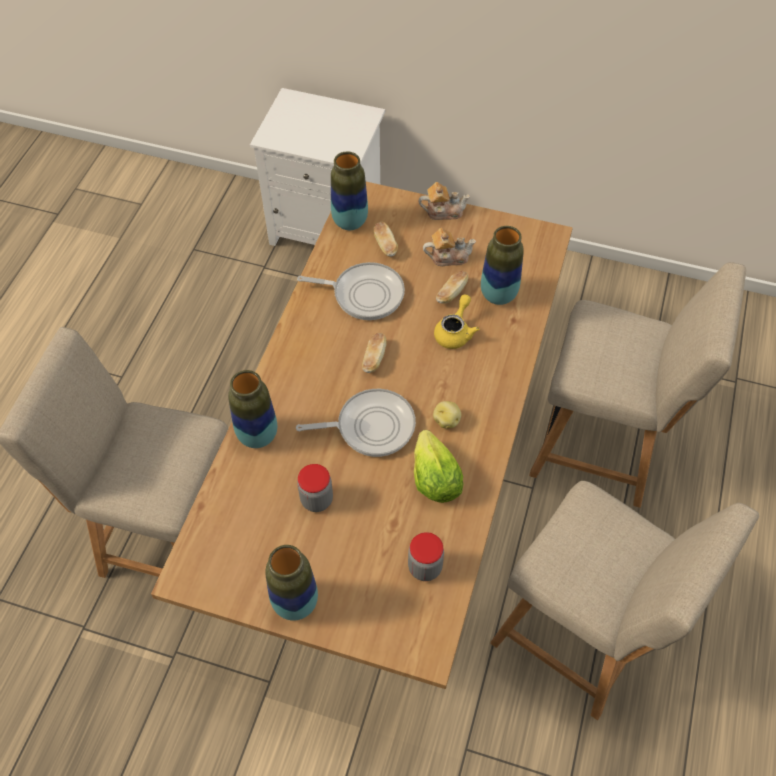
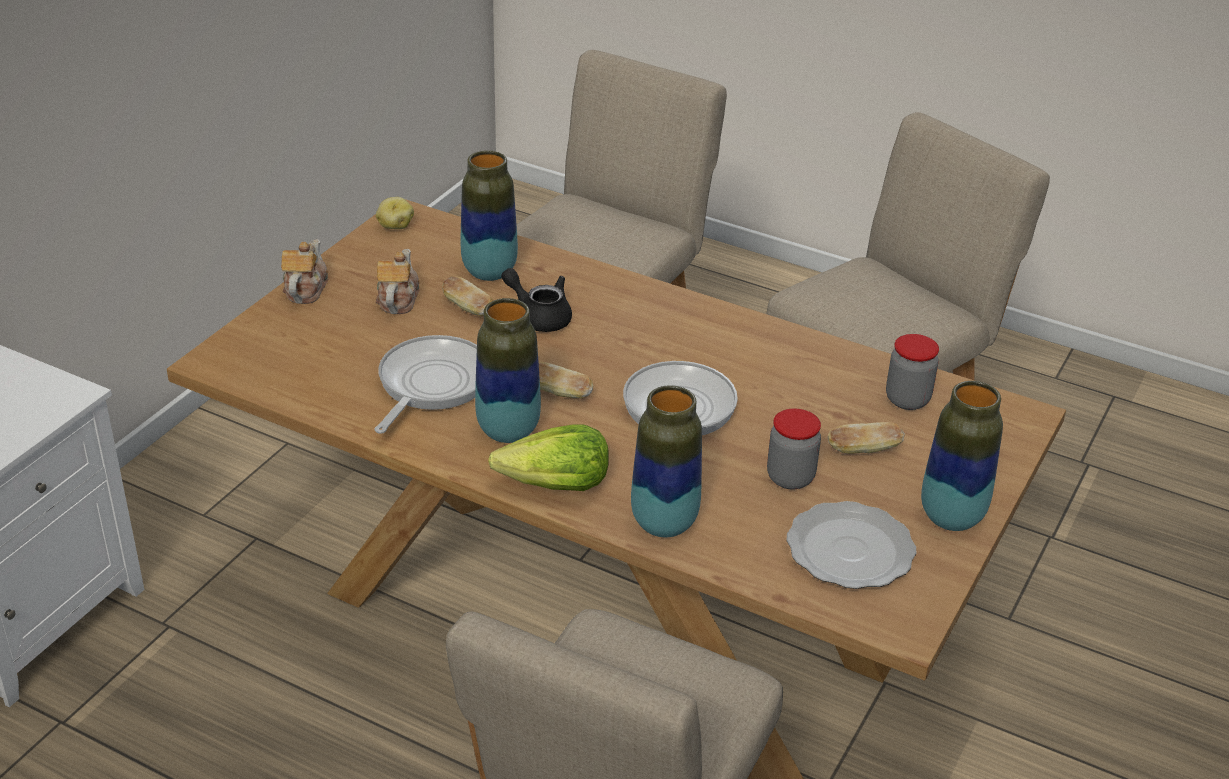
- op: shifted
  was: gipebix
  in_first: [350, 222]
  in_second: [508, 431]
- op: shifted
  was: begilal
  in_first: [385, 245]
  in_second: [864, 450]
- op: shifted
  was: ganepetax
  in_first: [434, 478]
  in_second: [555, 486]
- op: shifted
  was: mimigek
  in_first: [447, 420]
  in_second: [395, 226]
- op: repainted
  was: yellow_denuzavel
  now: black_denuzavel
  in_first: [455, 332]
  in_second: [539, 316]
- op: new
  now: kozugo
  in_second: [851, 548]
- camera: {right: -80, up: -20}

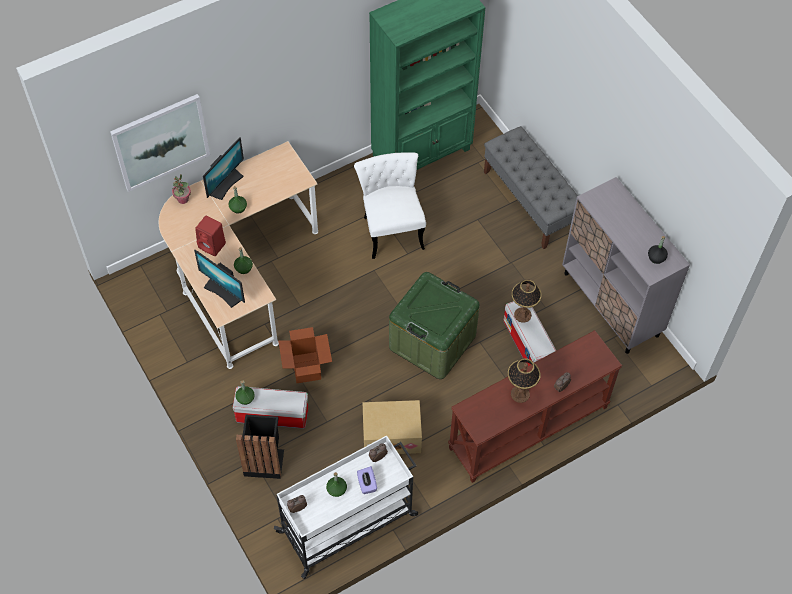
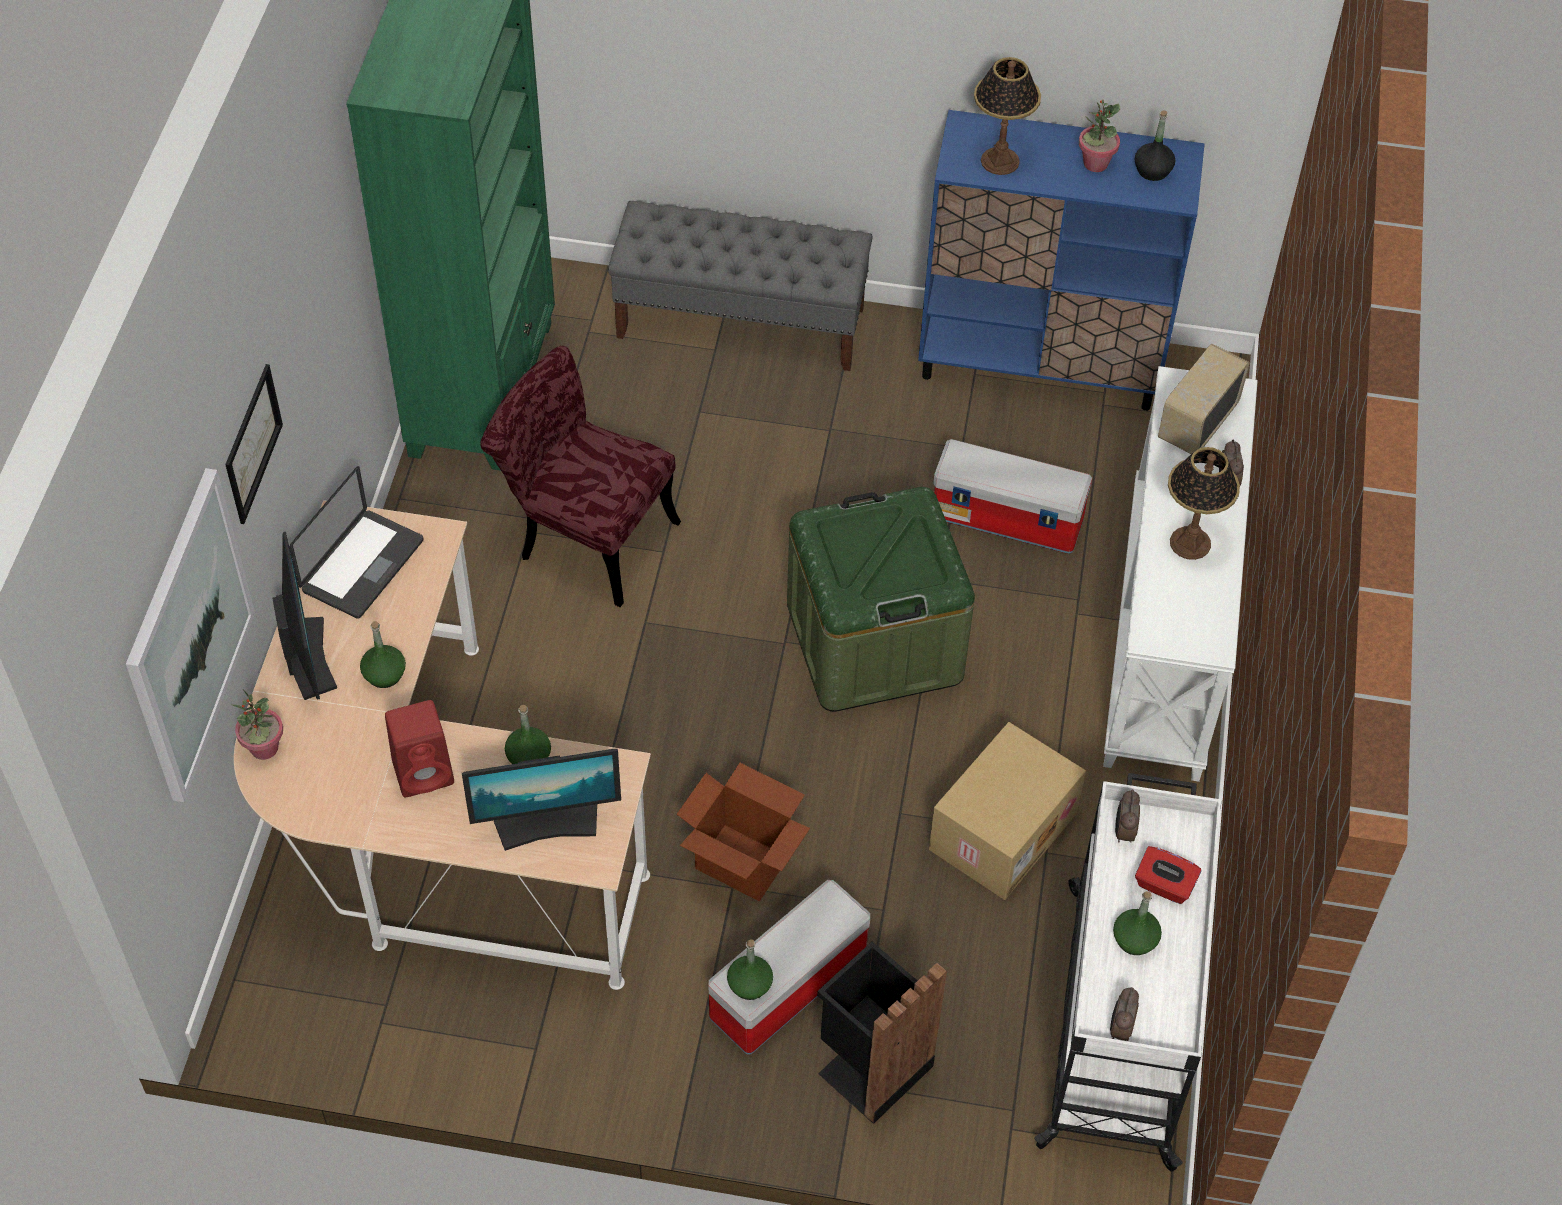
- op: repainted
  was: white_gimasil
  now: red_gimasil
  in_first: [391, 227]
  in_second: [584, 535]
- op: repainted
  was: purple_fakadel
  now: red_fakadel
  in_first: [367, 484]
  in_second: [1164, 885]
- op: repainted
  was: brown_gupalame
  now: white_gupalame
  in_first: [528, 429]
  in_second: [1167, 632]
- op: shifted
  was: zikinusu
  in_first: [522, 314]
  in_second: [999, 161]
- op: repainted
  was: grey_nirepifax
  now: blue_nirepifax
  in_first: [611, 304]
  in_second: [1041, 364]
- op: new
  now: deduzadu
  in_second: [253, 443]
- op: new
  now: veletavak
  in_second: [362, 565]
- op: new
  now: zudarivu
  in_second: [1095, 163]
- op: new
  now: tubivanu
  in_second: [1196, 422]
- camera: {right: -50, up: -5}

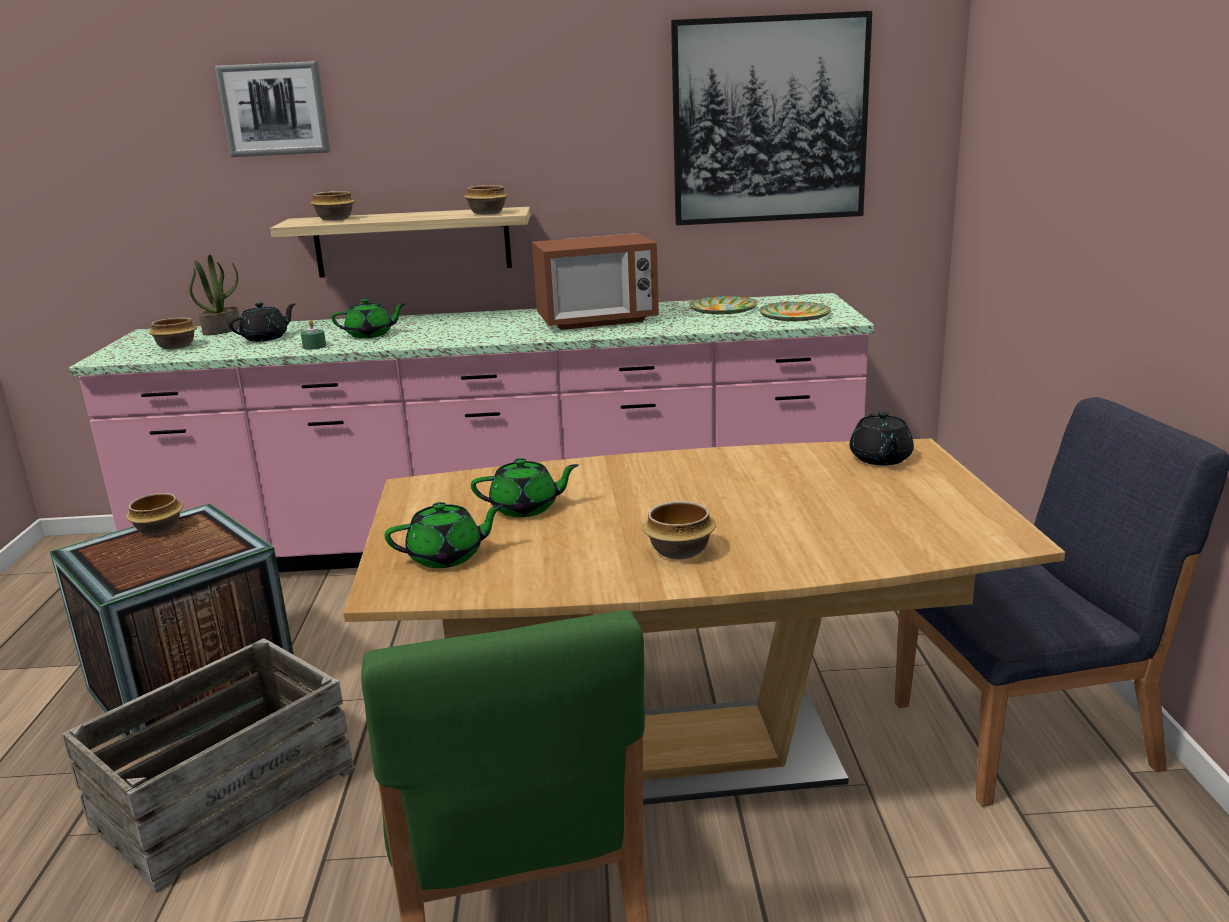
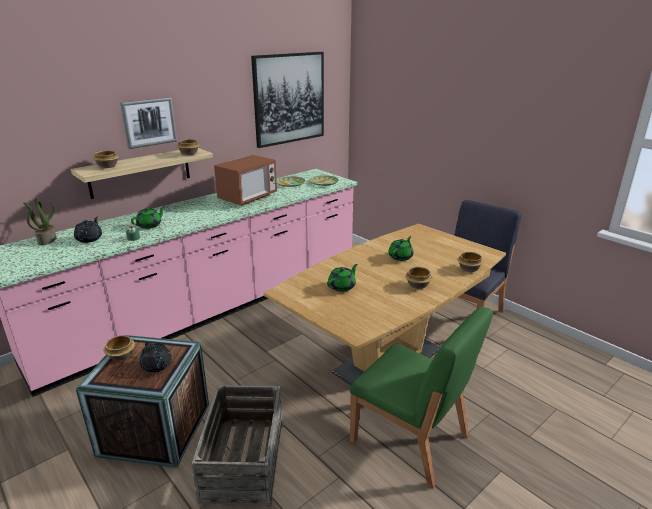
- op: shifted
  was: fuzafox
  in_first: [175, 347]
  in_second: [469, 269]
- op: shifted
  was: deduzadu
  in_first: [274, 109]
  in_second: [149, 122]
- op: shifted
  was: green_denuzavel
  in_first: [447, 557]
  in_second: [401, 257]
- op: shifted
  was: black_denuzavel
  in_first: [880, 459]
  in_second: [157, 366]
- camera: {right: -40, up: 5}

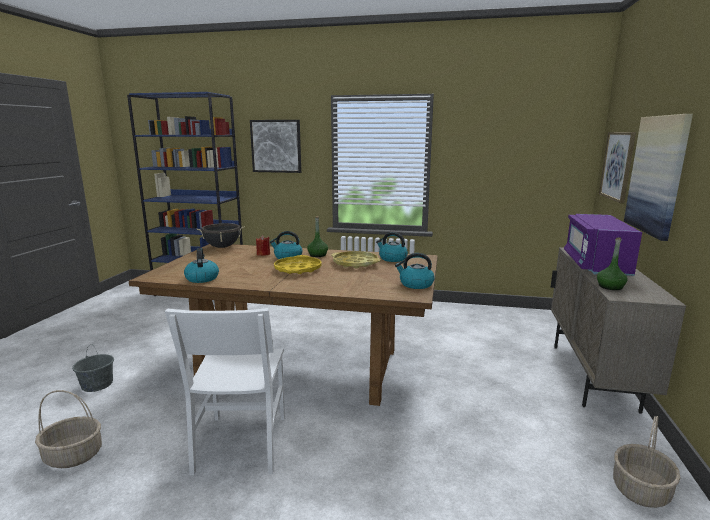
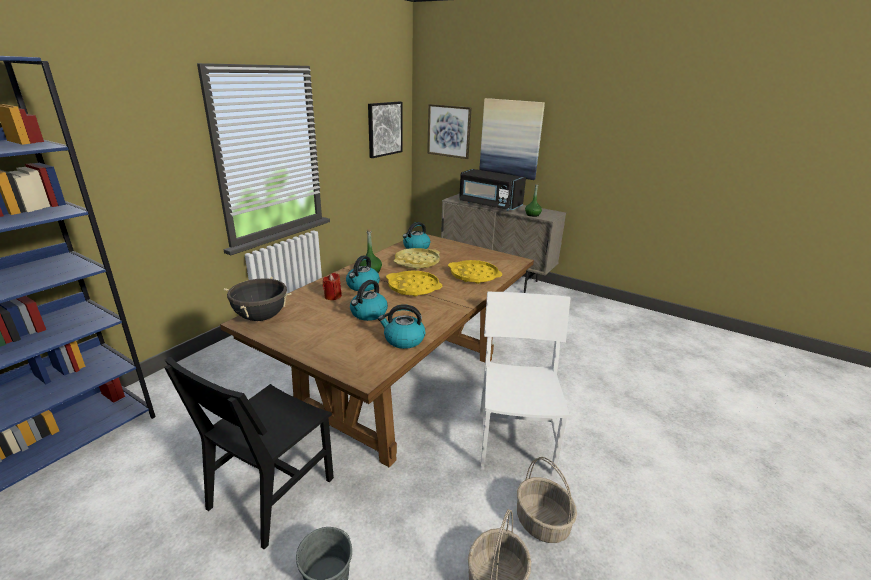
- op: rotated
  was: white_gimasil
  in_first: [241, 443]
  in_second: [514, 441]
  clockwise: -105
- op: shifted
  was: deduzadu
  in_first: [276, 146]
  in_second: [384, 129]
- op: shifted
  was: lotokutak
  in_first: [415, 284]
  in_second: [368, 314]
- op: repainted
  was: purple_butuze
  now: black_butuze
  in_first: [595, 264]
  in_second: [489, 205]
- op: shifted
  was: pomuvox
  in_first: [641, 491]
  in_second: [543, 522]
- op: new
  now: black_gimasil
  in_second: [271, 493]
- op: new
  now: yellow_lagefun
  in_second: [474, 276]
- camera: {right: -70, up: 10}

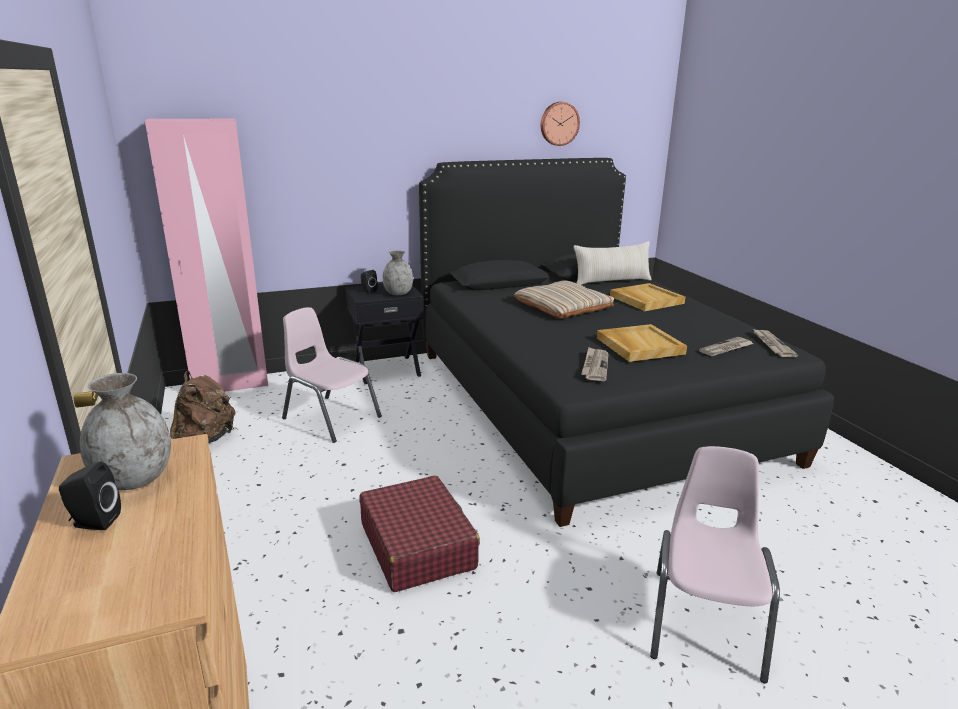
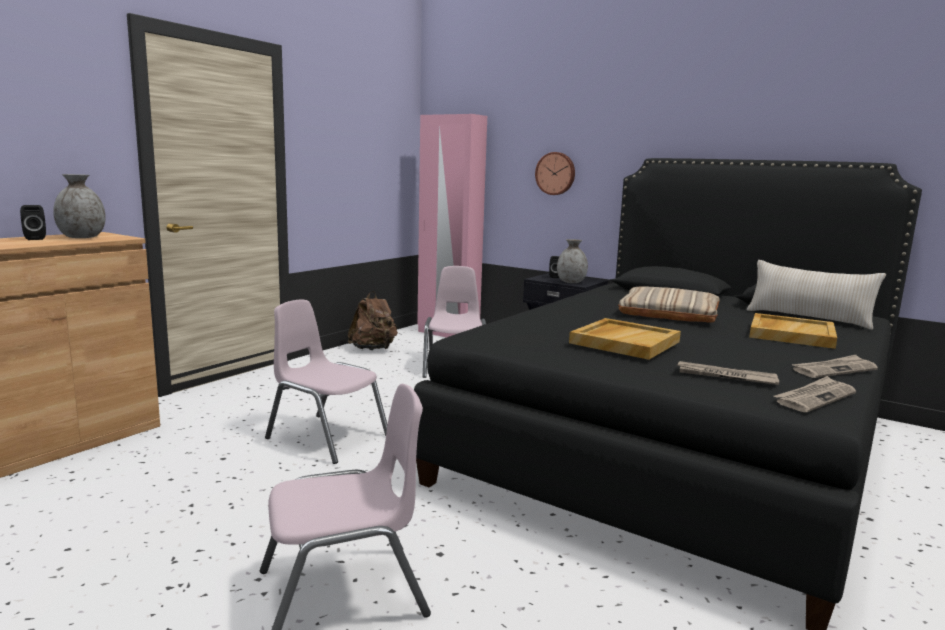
- op: swapped
  was: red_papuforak
  now: pink_gimasil
  in_first: [417, 545]
  in_second: [327, 437]
- op: shifted
  was: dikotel
  in_first: [559, 123]
  in_second: [556, 173]
- op: shifted
  was: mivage
  in_first: [595, 366]
  in_second: [834, 369]
- camera: {right: 55, up: -10}

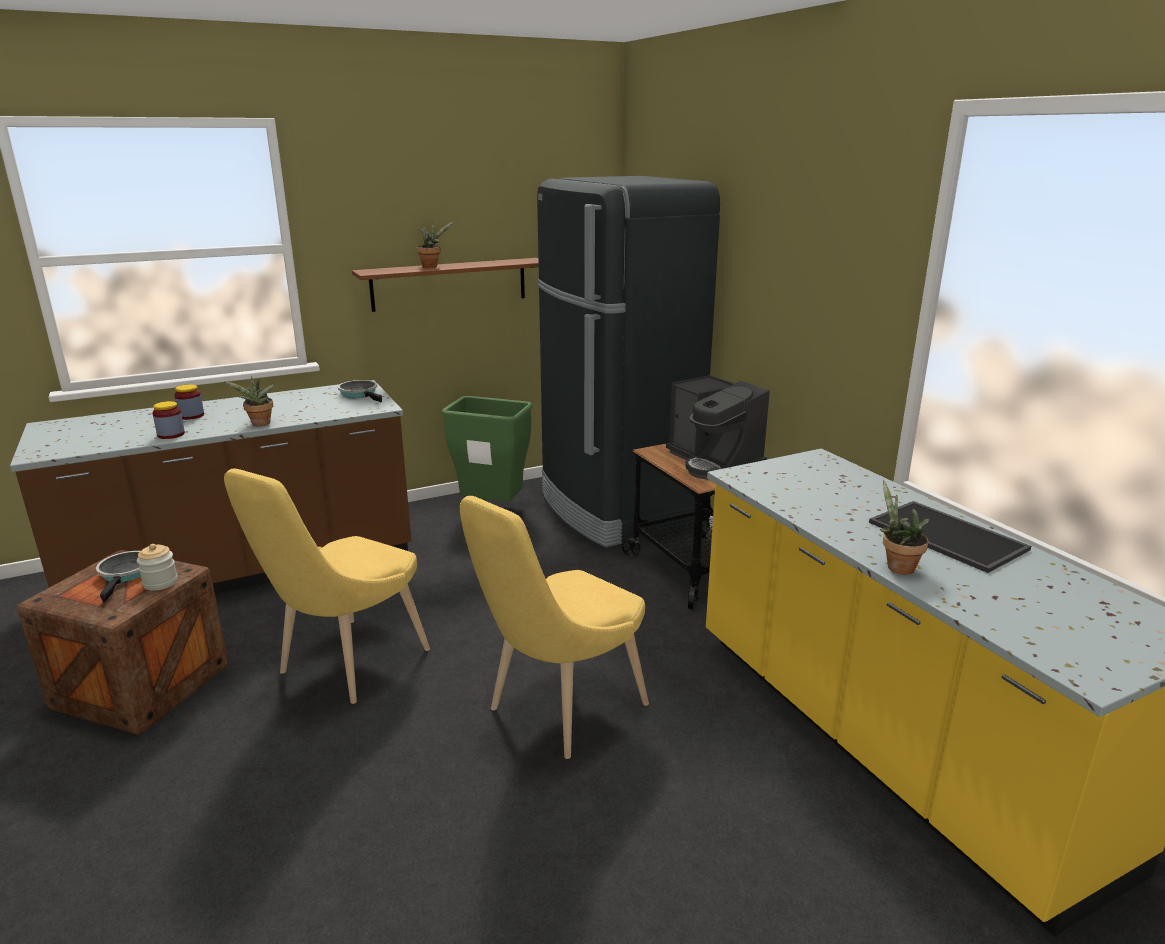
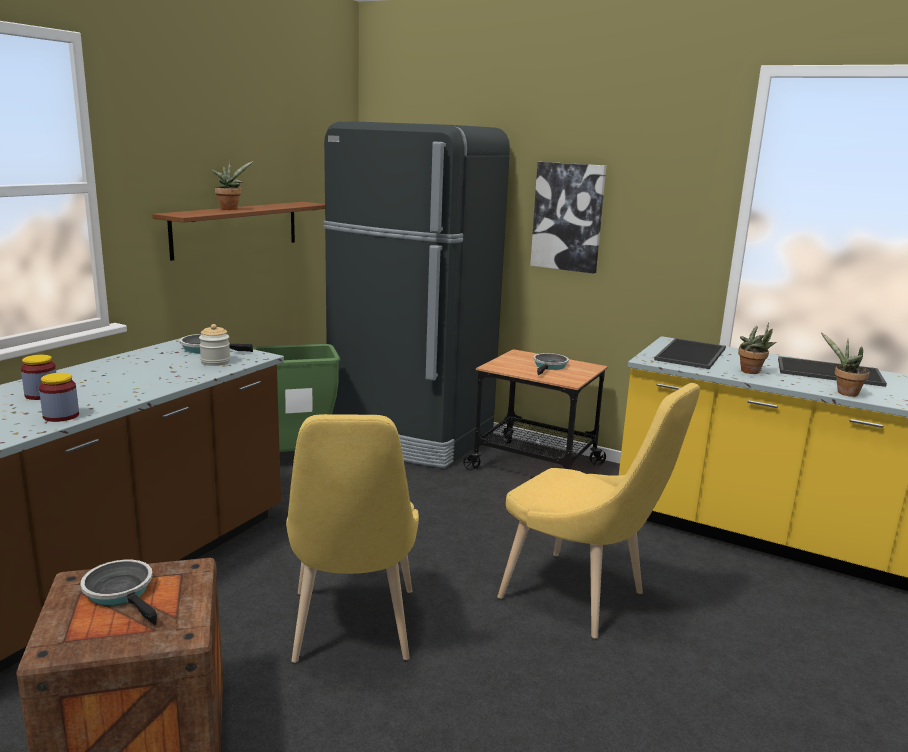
- op: shifted
  was: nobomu
  in_first: [160, 583]
  in_second: [215, 362]
- op: shifted
  was: zudarivu
  in_first: [260, 424]
  in_second: [752, 372]
- op: rotated
  was: yellow_gimasil
  in_first: [559, 711]
  in_second: [581, 598]
  clockwise: -60
- op: swapped
  was: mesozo
  now: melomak
  in_first: [713, 462]
  in_second: [550, 366]
- op: new
  now: deduzadu
  in_second: [568, 217]
- op: new
  now: lagefun
  in_second: [692, 354]
- camera: {right: -35, up: -5}

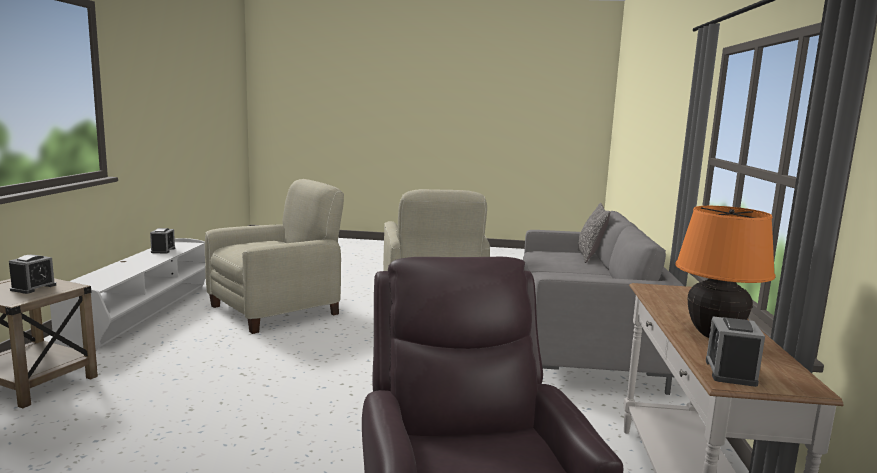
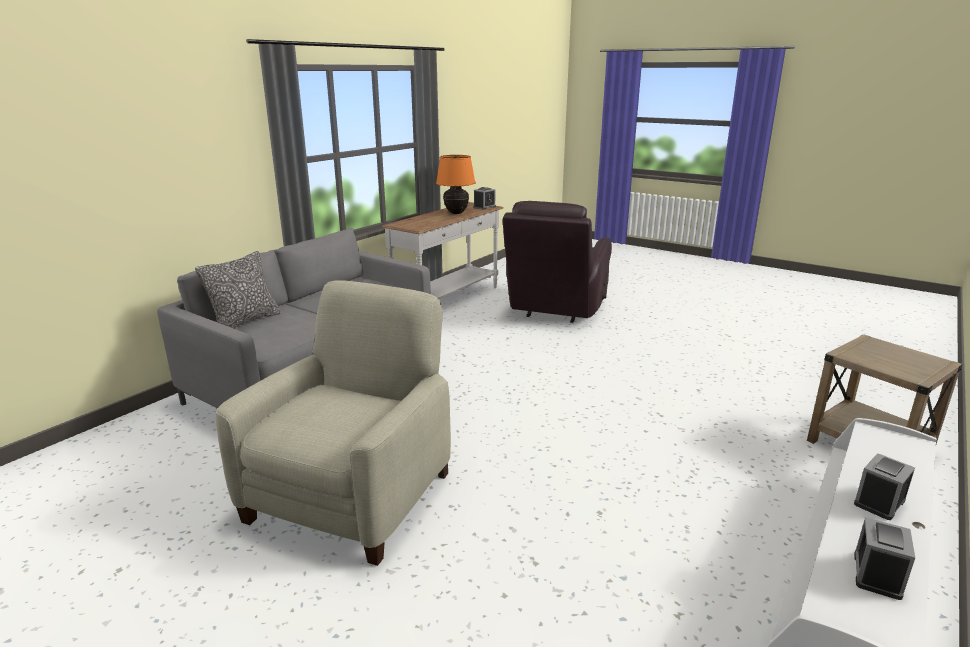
- op: shifted
  was: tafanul
  in_first: [33, 287]
  in_second: [879, 502]
- op: gone
  was: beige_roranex
  in_first: [276, 310]
- camera: {right: -150, up: 10}

